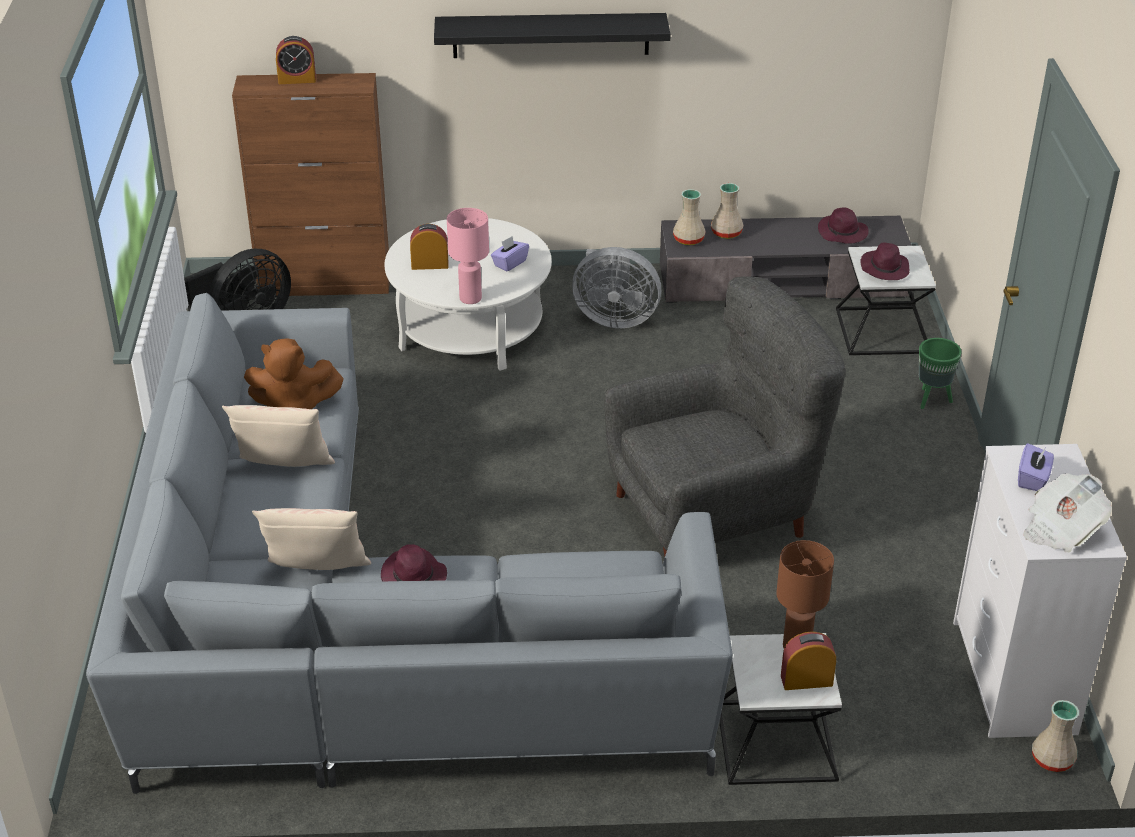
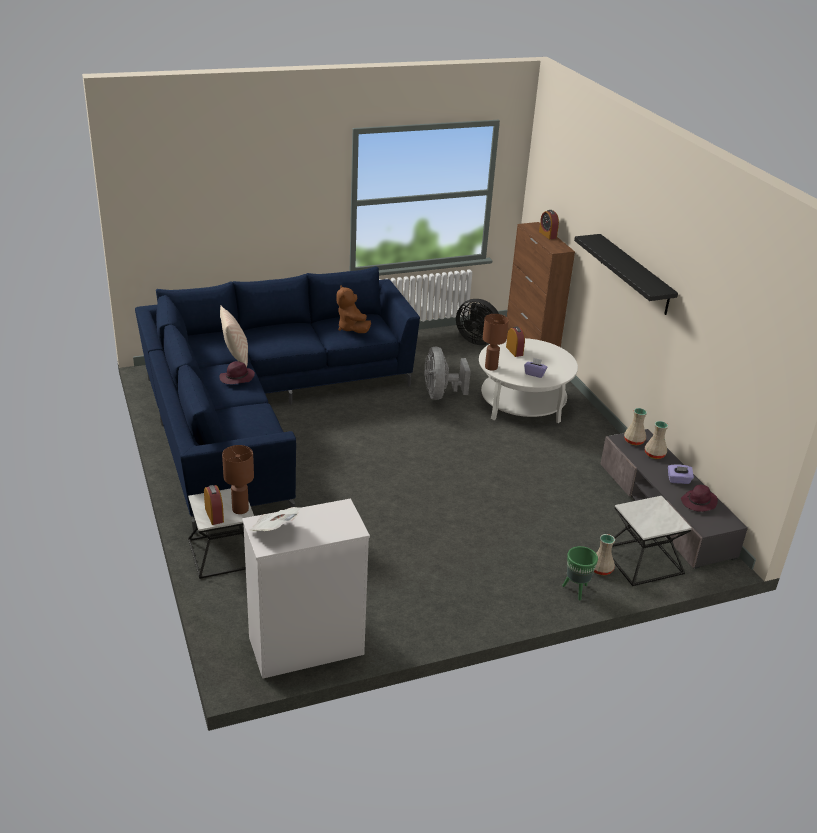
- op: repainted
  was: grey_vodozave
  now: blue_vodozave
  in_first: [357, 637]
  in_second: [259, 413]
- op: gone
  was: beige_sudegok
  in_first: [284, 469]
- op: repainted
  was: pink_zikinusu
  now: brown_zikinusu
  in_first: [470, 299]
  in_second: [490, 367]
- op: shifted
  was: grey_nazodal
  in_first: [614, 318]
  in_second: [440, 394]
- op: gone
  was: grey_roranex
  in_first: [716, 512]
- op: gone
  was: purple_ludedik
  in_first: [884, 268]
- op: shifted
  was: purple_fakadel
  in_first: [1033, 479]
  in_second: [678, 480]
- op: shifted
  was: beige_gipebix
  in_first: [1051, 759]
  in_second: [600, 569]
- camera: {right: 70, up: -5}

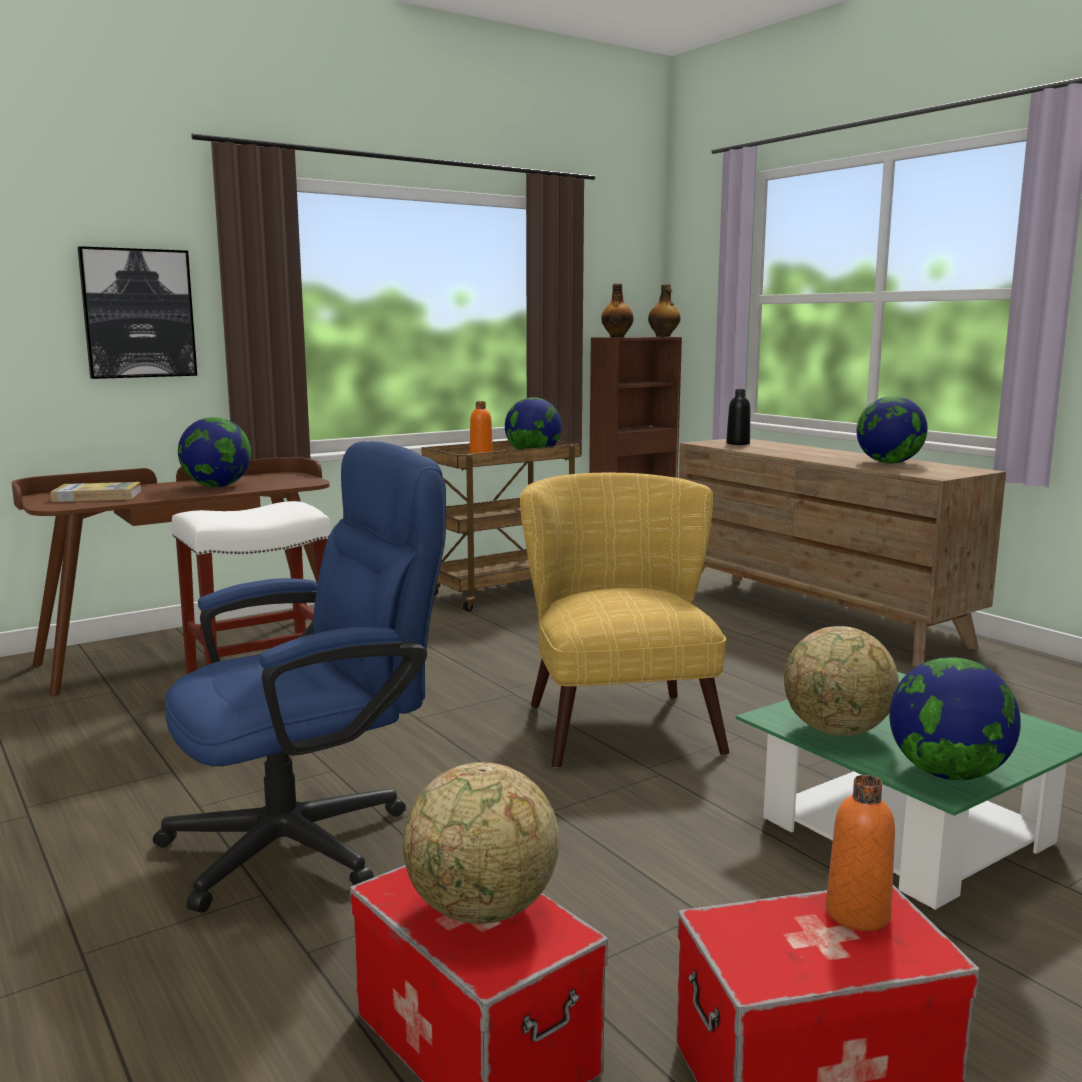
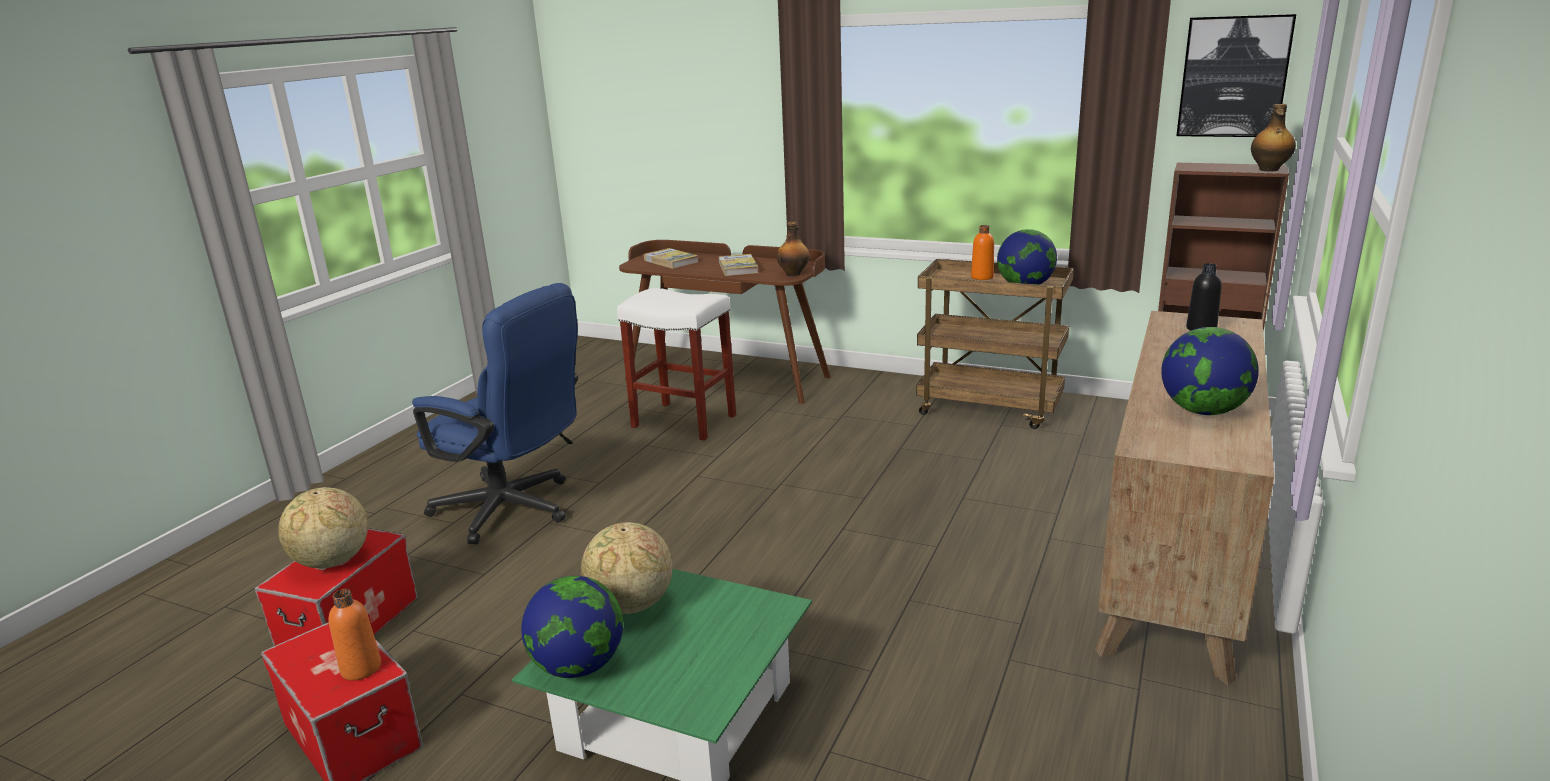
- op: shifted
  was: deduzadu
  in_first: [138, 313]
  in_second: [1233, 77]
- op: swapped
  was: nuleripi
  now: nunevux
  in_first: [217, 486]
  in_second: [738, 268]
- op: gone
  was: yellow_roranex
  in_first: [617, 720]
- op: shifted
  was: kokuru
  in_first: [617, 337]
  in_second: [794, 274]
- camera: {right: 60, up: 10}

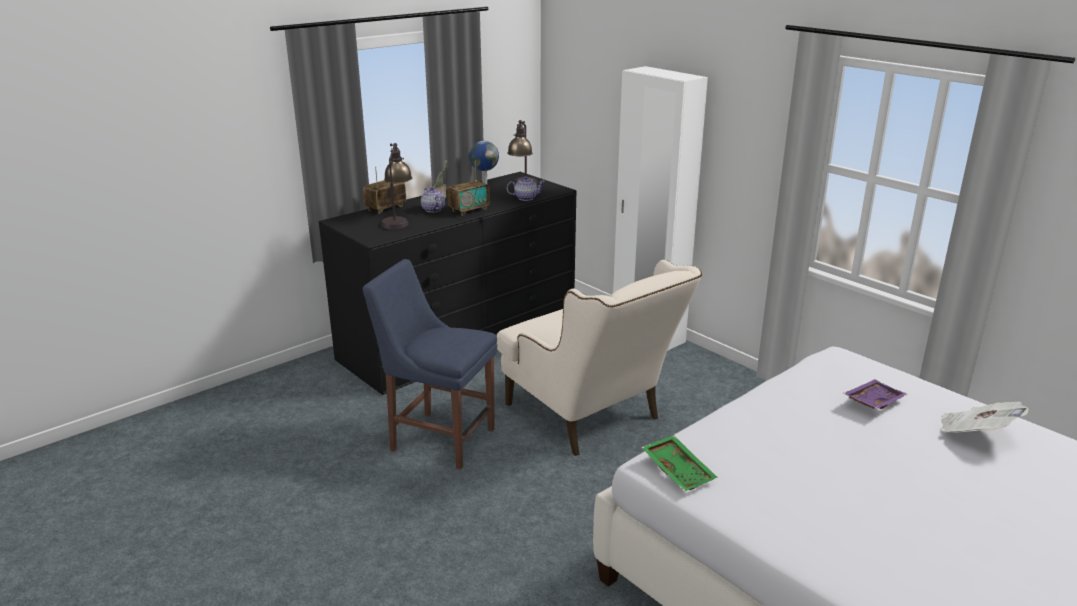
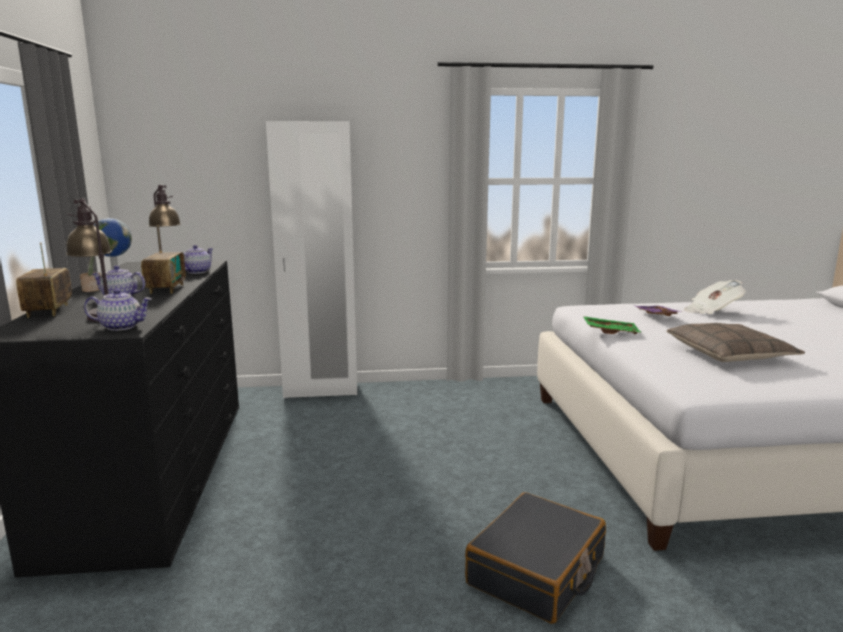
- op: gone
  was: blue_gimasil
  in_first: [438, 438]
- op: gone
  was: beige_roranex
  in_first: [591, 418]
- op: shifted
  was: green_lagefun
  in_first: [679, 470]
  in_second: [610, 331]
- op: new
  now: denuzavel
  in_second: [122, 326]
- op: new
  now: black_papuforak
  in_second: [537, 571]
- op: new
  now: sudegok
  in_second: [730, 354]
- camera: {right: -55, up: -10}

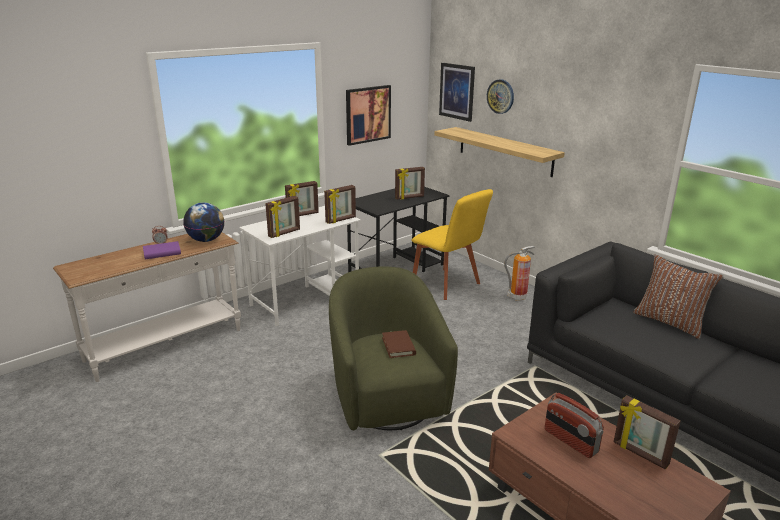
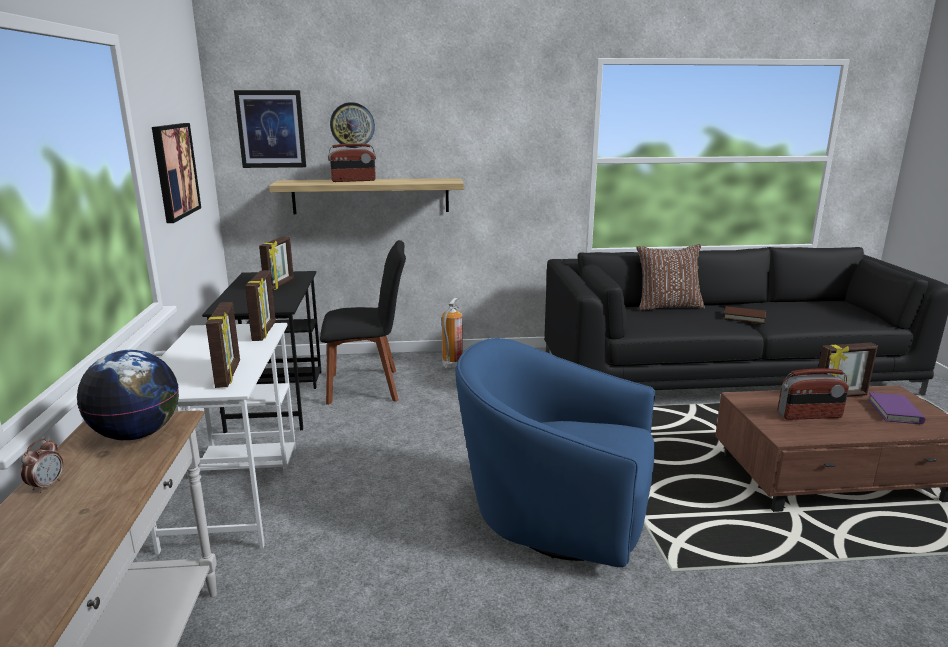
- op: shifted
  was: purple_nunevux
  in_first: [162, 252]
  in_second: [894, 411]
- op: gone
  was: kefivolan
  in_first: [303, 215]
- op: repainted
  was: green_roranex
  now: blue_roranex
  in_first: [387, 397]
  in_second: [554, 517]
- op: shifted
  was: brown_nunevux
  in_first: [398, 346]
  in_second: [744, 317]
- op: repainted
  was: yellow_gimasil
  now: black_gimasil
  in_first: [448, 284]
  in_second: [368, 387]
- op: new
  now: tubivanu
  in_second: [353, 181]
- camera: {right: -55, up: -5}

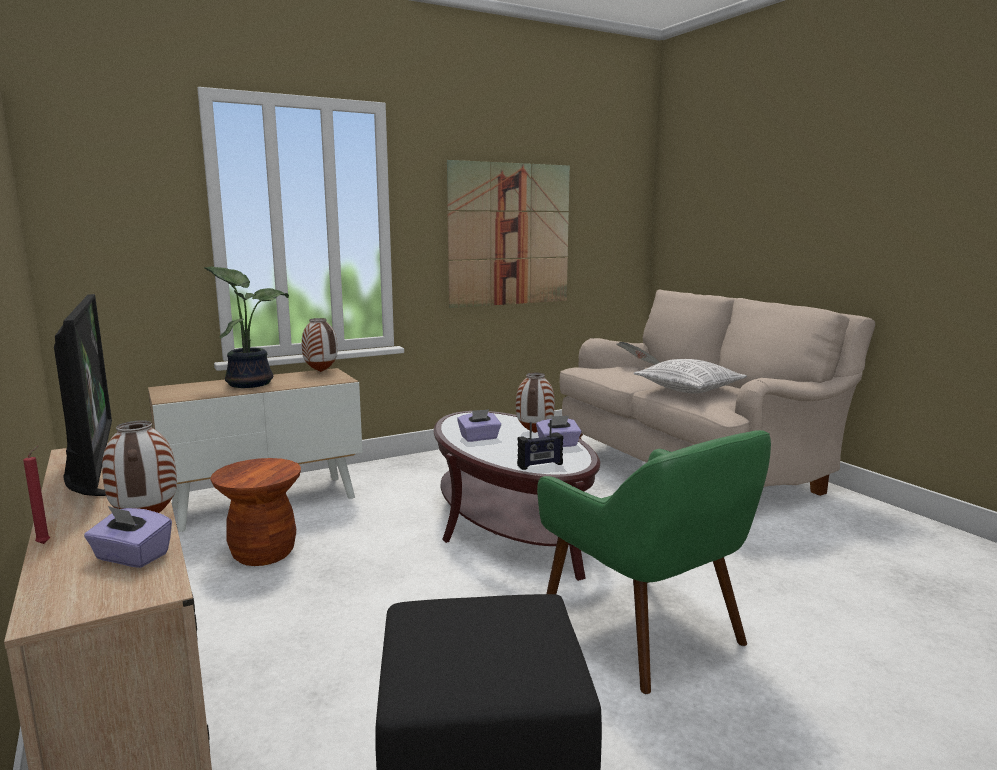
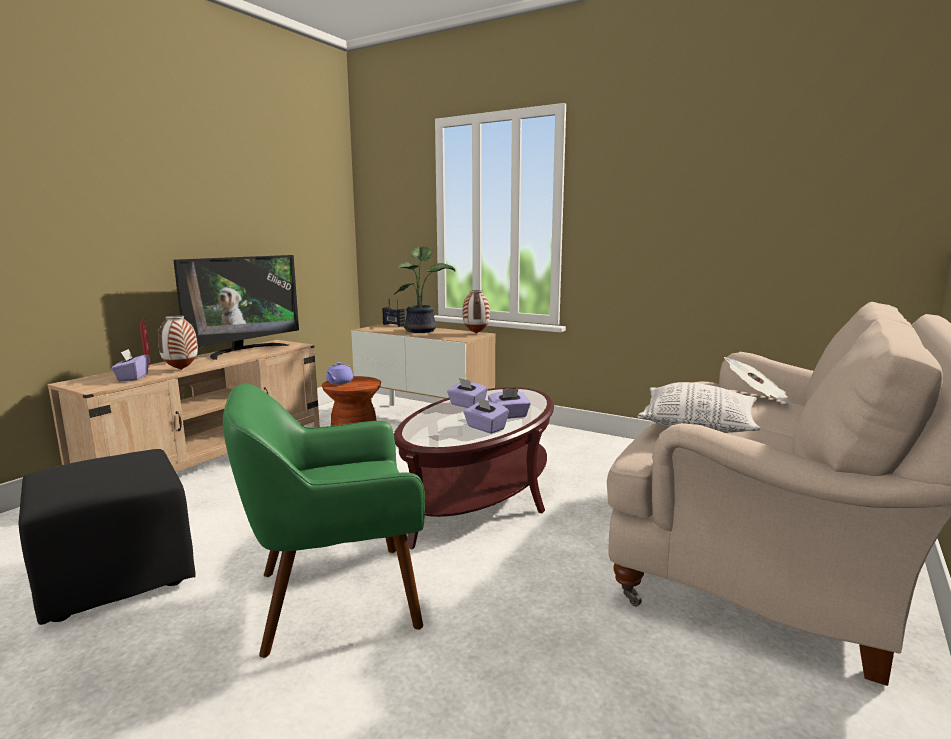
- op: gone
  was: deduzadu
  in_first: [510, 235]
- op: swapped
  was: gipebix
  now: purple_fakadel
  in_first: [534, 432]
  in_second: [509, 416]
- op: shifted
  was: tubivanu
  in_first: [540, 465]
  in_second: [393, 325]
- op: rotated
  was: green_roranex
  in_first: [645, 632]
  in_second: [334, 598]
  clockwise: 45
- op: new
  now: purple_denuzavel
  in_second: [339, 382]
- camera: {right: 60, up: 0}

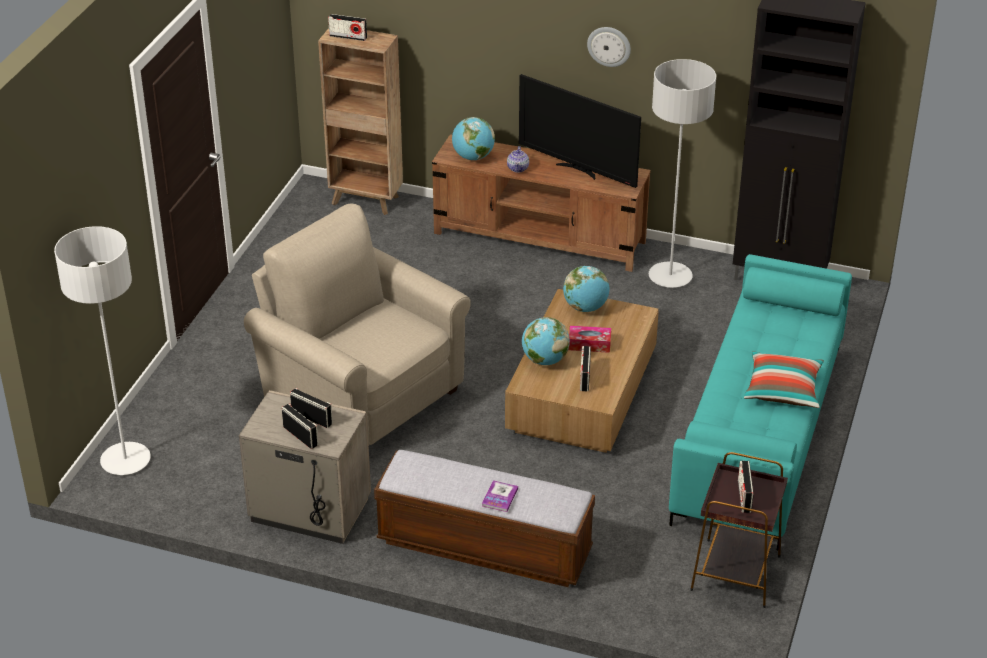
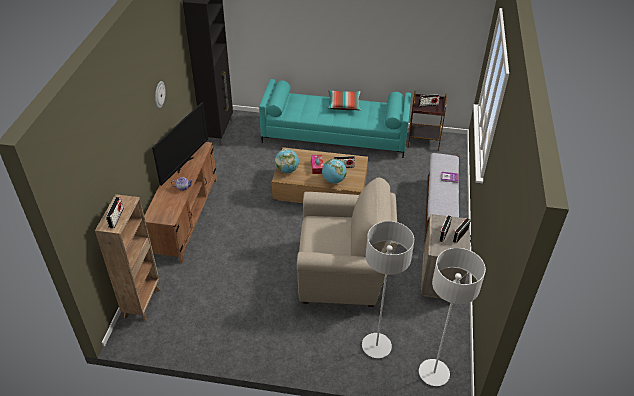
- op: rotated
  was: beige_roranex
  in_first: [359, 394]
  in_second: [343, 273]
  clockwise: -120
- op: gone
  was: nuleripi
  in_first: [473, 157]
- op: shifted
  was: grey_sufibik
  in_first: [670, 276]
  in_second: [376, 346]
- camera: {right: -100, up: 5}

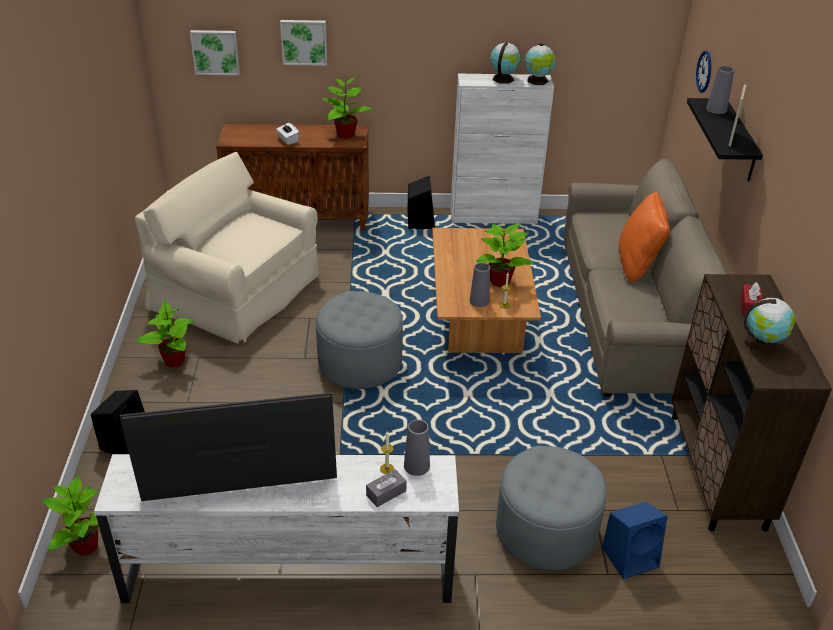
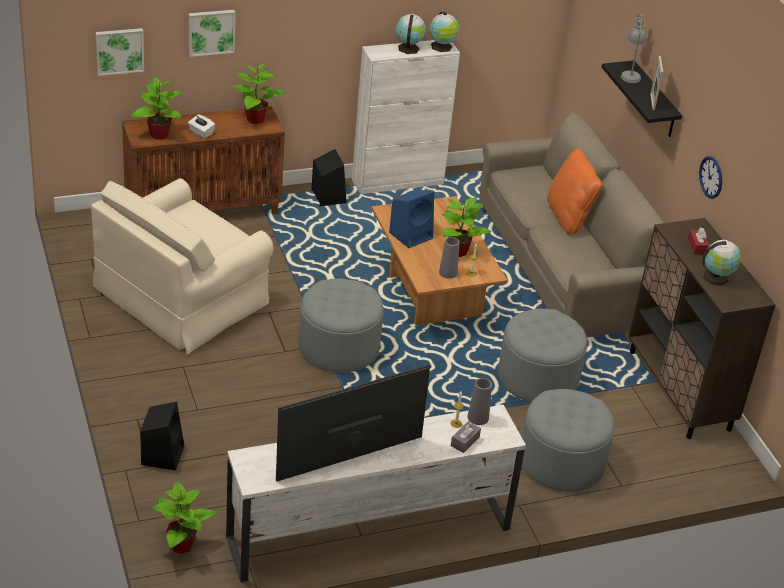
- op: rotated
  was: beige_roranex
  in_first: [236, 291]
  in_second: [181, 296]
  clockwise: -60
- op: shifted
  was: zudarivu
  in_first: [174, 360]
  in_second: [159, 134]
- op: shifted
  was: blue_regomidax
  in_first: [631, 556]
  in_second: [411, 235]
- op: shifted
  was: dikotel
  in_first: [704, 71]
  in_second: [711, 177]
- op: swapped
  was: grey_gipebix
  now: grey_zikinusu
  in_first: [716, 109]
  in_second: [630, 73]
- op: new
  now: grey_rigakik
  in_second: [538, 378]
- camera: {right: -20, up: 0}

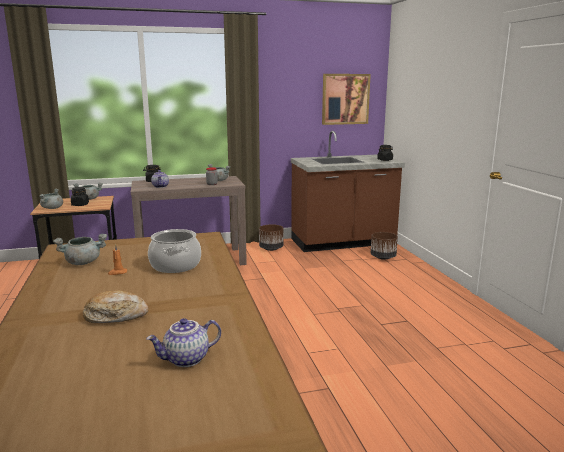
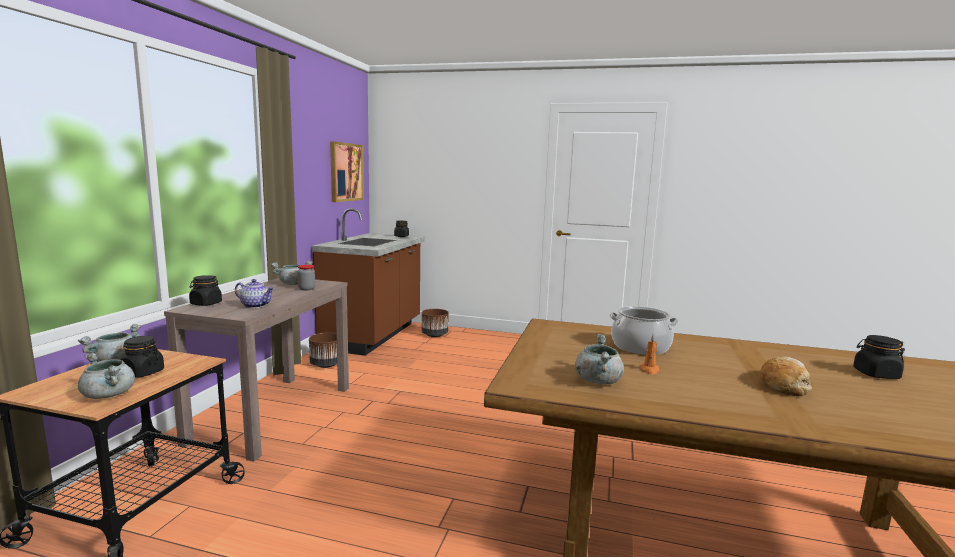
- op: swapped
  was: denuzavel
  now: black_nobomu
  in_first: [186, 359]
  in_second: [875, 374]
- camera: {right: -60, up: -5}

